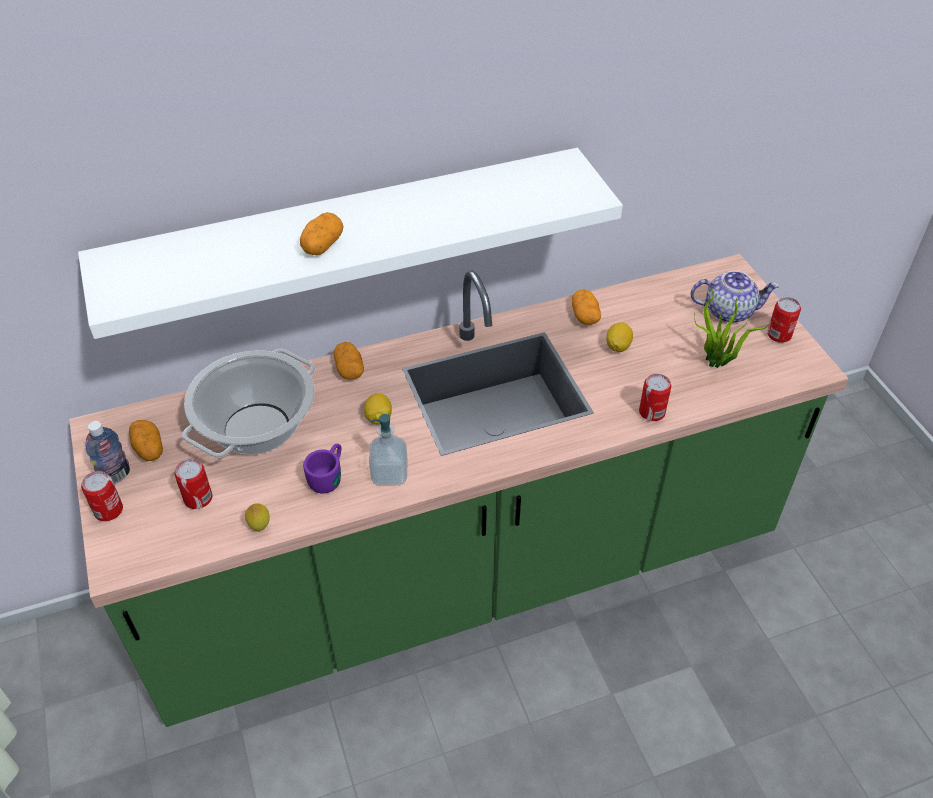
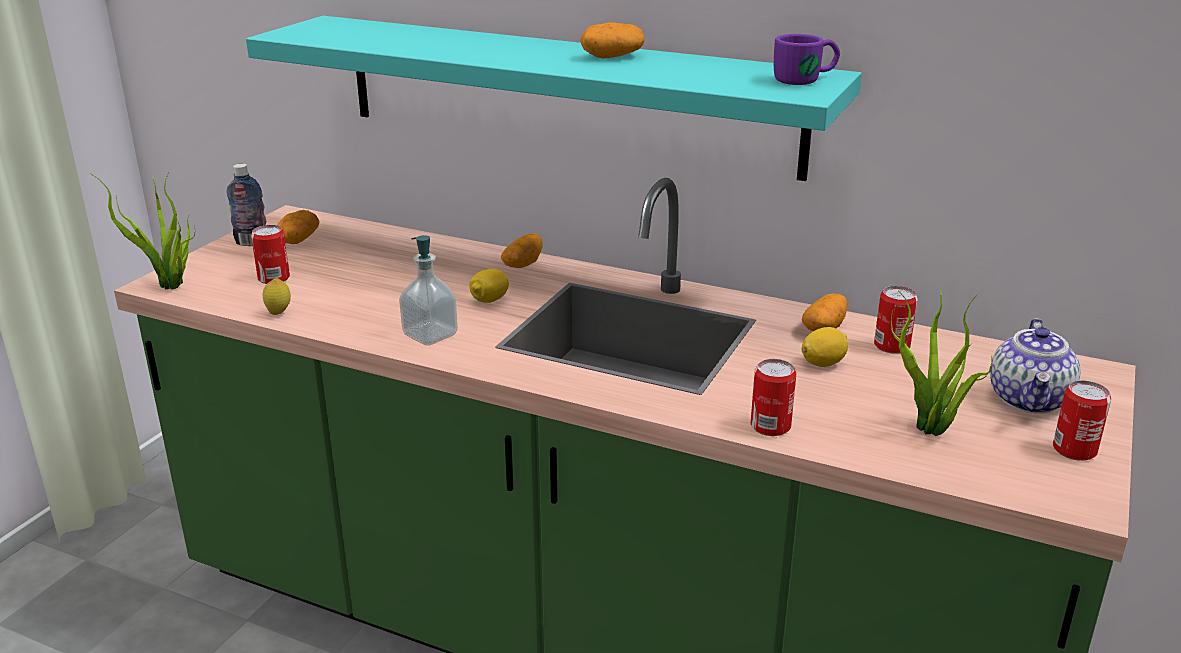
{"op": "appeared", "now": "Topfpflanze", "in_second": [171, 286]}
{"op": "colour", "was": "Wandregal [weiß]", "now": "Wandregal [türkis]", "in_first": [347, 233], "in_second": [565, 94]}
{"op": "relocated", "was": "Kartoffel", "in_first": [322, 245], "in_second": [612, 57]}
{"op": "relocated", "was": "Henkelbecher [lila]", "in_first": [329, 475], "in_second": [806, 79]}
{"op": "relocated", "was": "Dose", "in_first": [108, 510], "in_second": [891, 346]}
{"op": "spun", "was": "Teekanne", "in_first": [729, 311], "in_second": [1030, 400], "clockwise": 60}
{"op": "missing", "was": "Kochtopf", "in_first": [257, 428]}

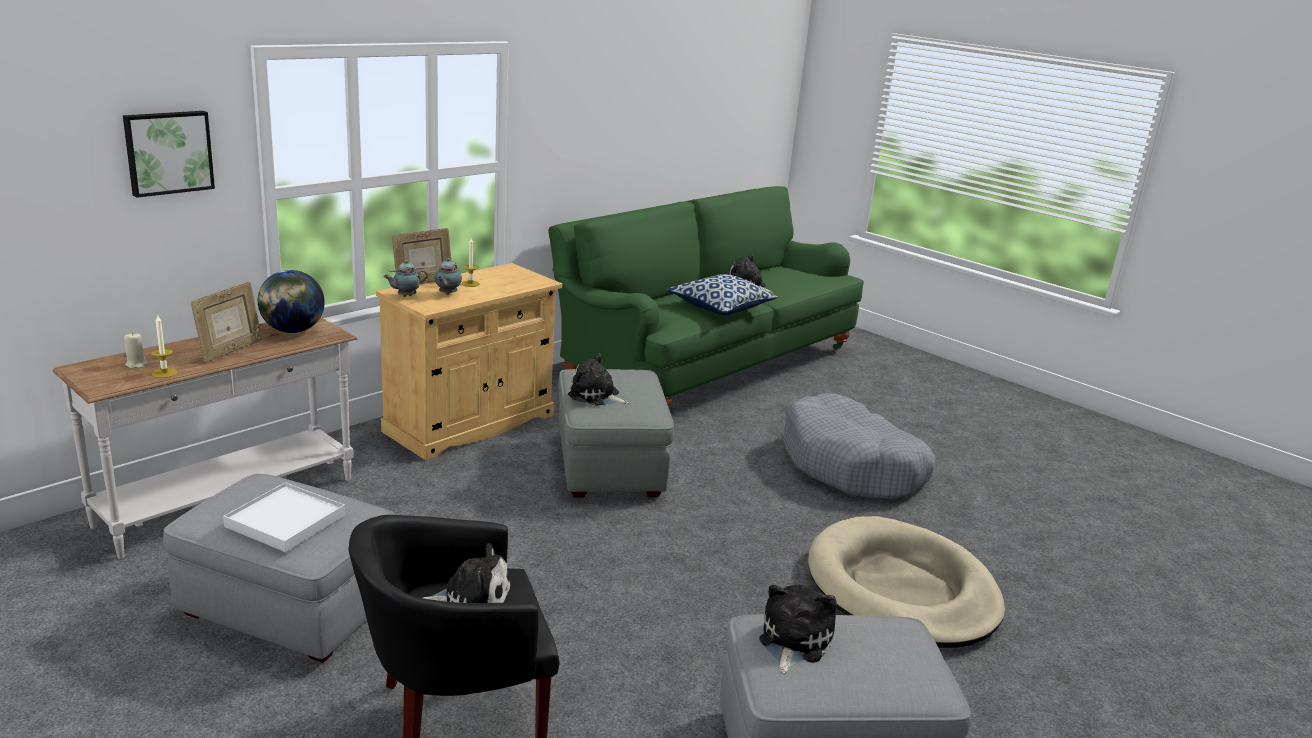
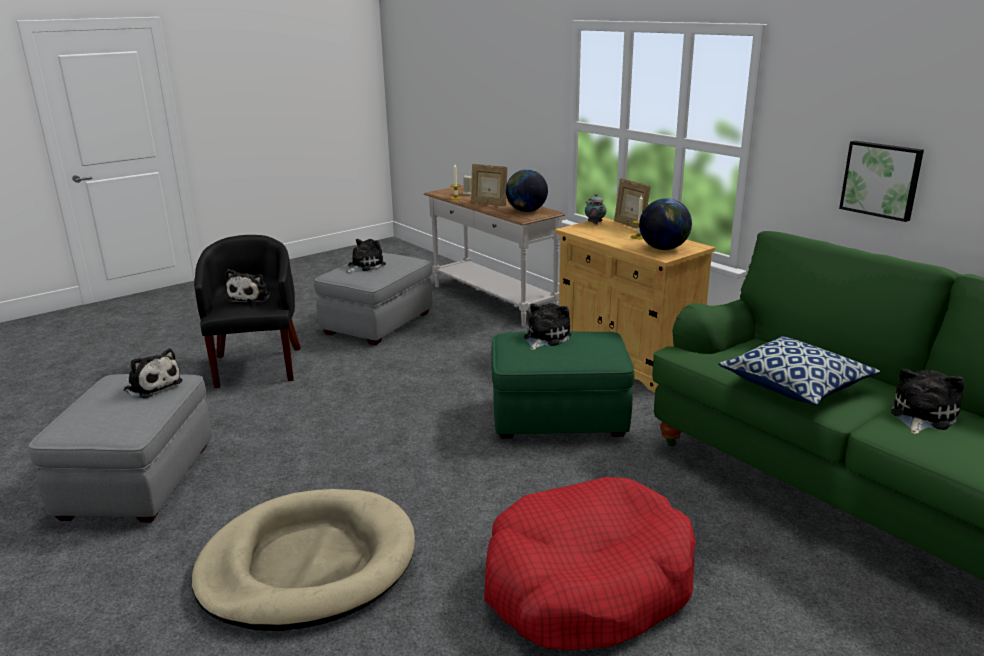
{"op": "exchanged", "was": "Tablett [weiß]", "now": "Plüschtier", "in_first": [285, 521], "in_second": [364, 266]}
{"op": "colour", "was": "Hundebett [grau]", "now": "Hundebett [rot]", "in_first": [851, 466], "in_second": [587, 584]}
{"op": "colour", "was": "Polsterhocker [grau]", "now": "Polsterhocker [grün]", "in_first": [609, 466], "in_second": [557, 417]}
{"op": "appeared", "now": "Globus", "in_second": [663, 248]}
{"op": "relocated", "was": "Bild", "in_first": [168, 152], "in_second": [881, 179]}
{"op": "missing", "was": "Teekanne", "in_first": [447, 294]}

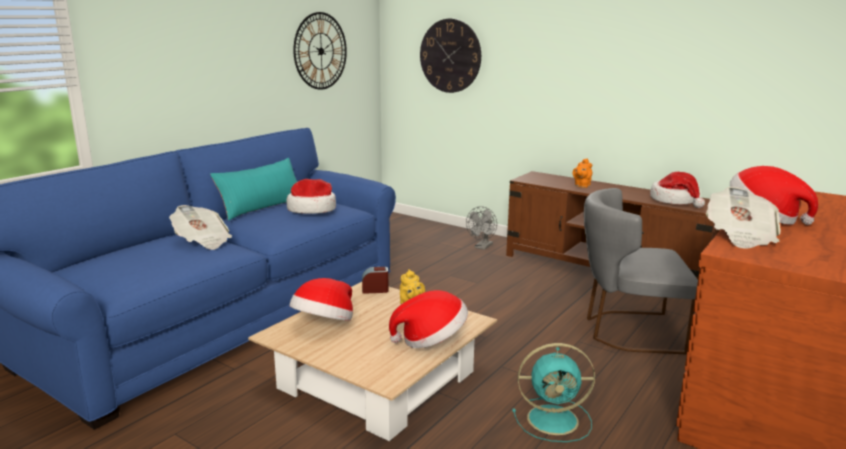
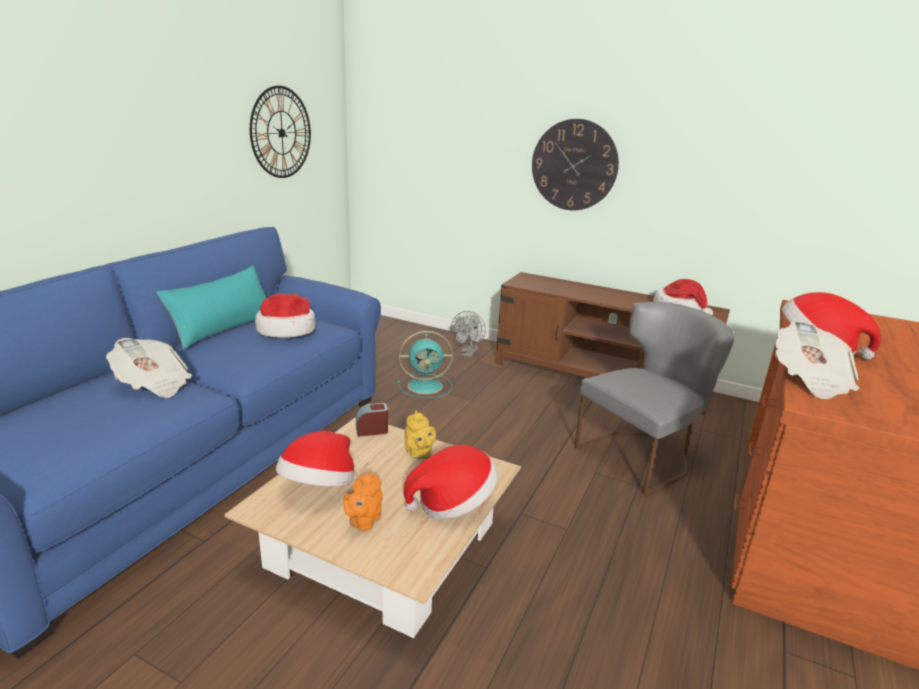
{"op": "relocated", "was": "Teekanne [orange]", "in_first": [581, 186], "in_second": [363, 522]}
{"op": "relocated", "was": "Ventilator [türkis]", "in_first": [555, 419], "in_second": [427, 386]}
{"op": "relocated", "was": "Wanduhr", "in_first": [450, 56], "in_second": [574, 165]}
{"op": "spun", "was": "Stuhl [grau]", "in_first": [627, 331], "in_second": [642, 456], "clockwise": 150}

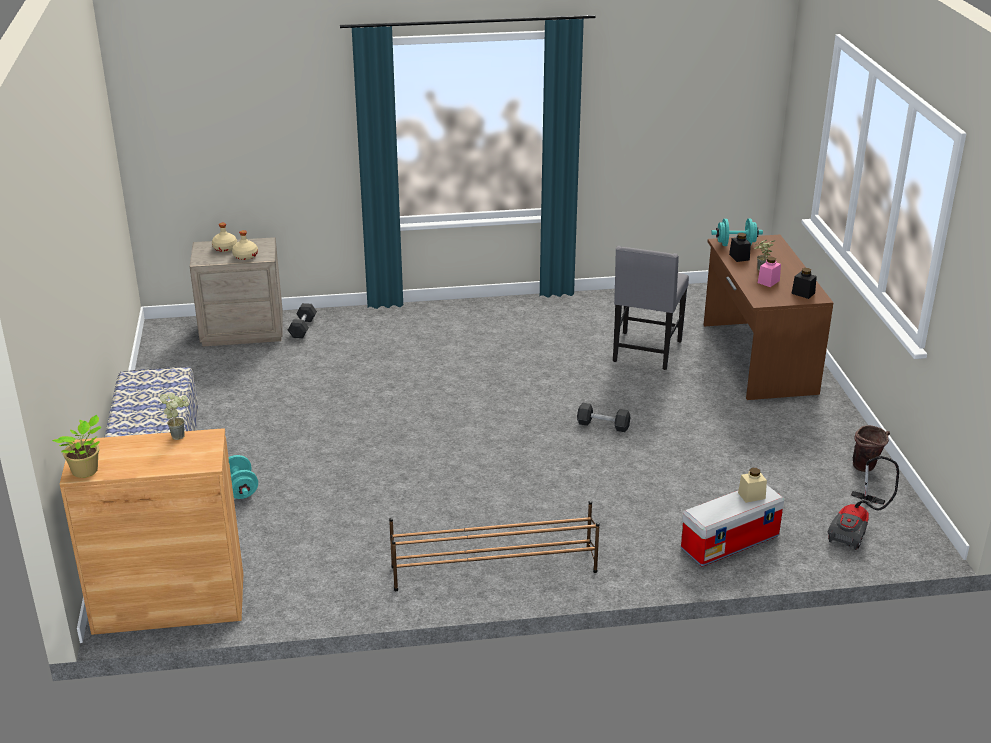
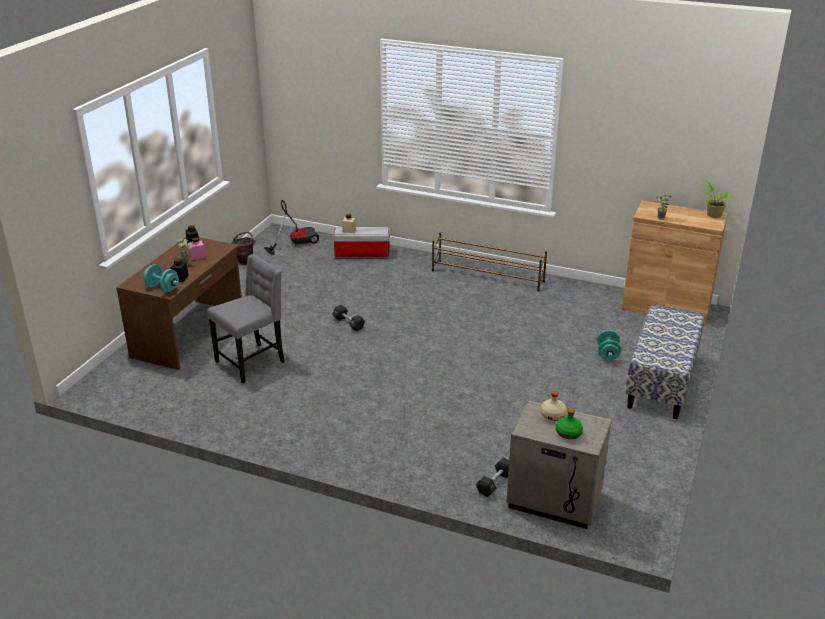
{"op": "colour", "was": "Flasche [beige]", "now": "Flasche [grün]", "in_first": [225, 248], "in_second": [568, 433]}

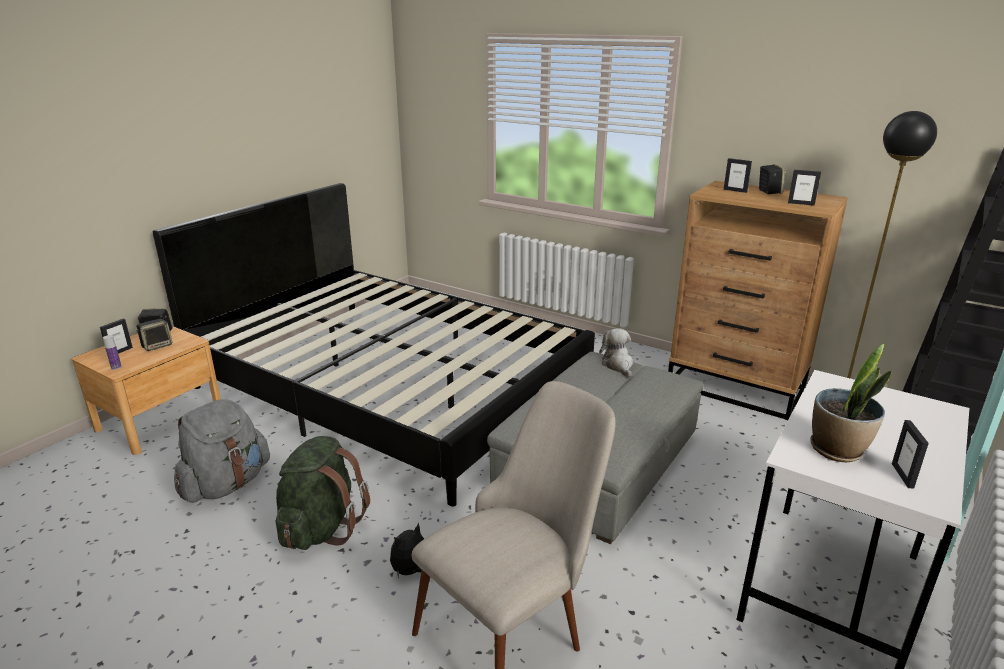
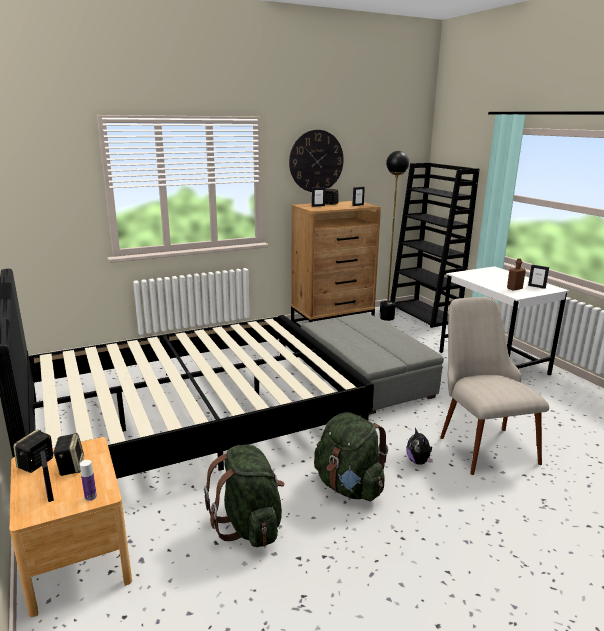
{"op": "colour", "was": "Rucksack [grau]", "now": "Rucksack [grün]", "in_first": [226, 484], "in_second": [249, 525]}
{"op": "appeared", "now": "Wanduhr", "in_second": [316, 161]}
{"op": "exchanged", "was": "Topfpflanze", "now": "Flasche [braun]", "in_first": [837, 450], "in_second": [514, 288]}
{"op": "missing", "was": "Plüschtier", "in_first": [618, 365]}

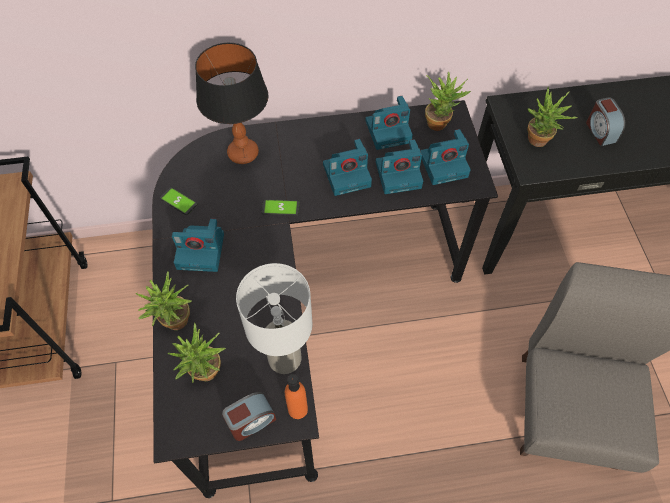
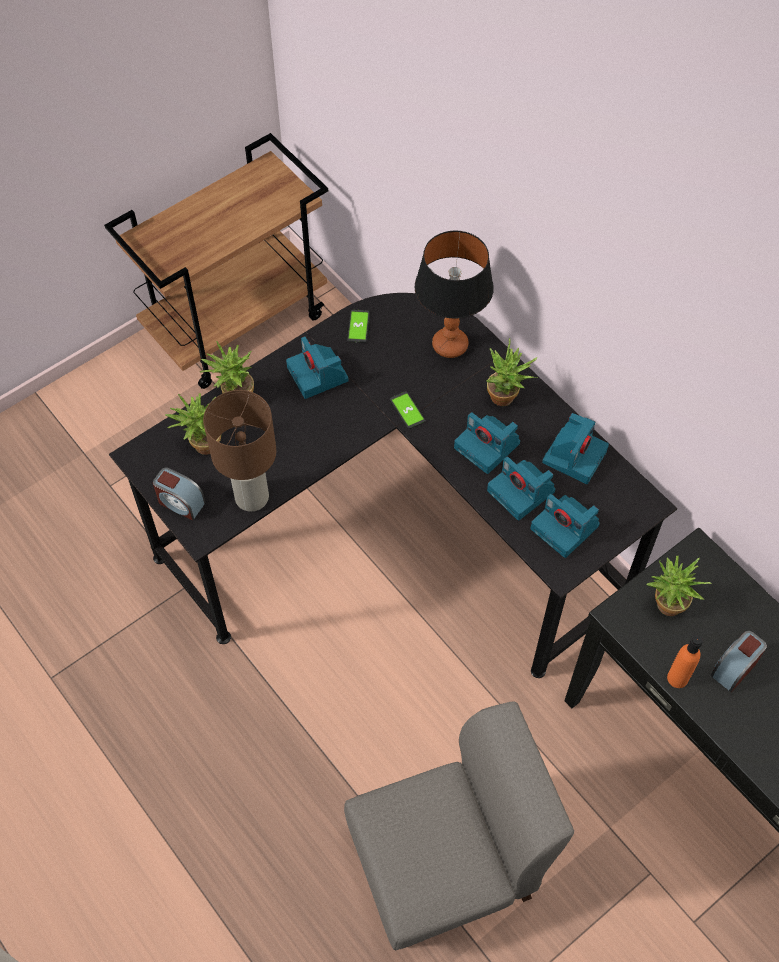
{"op": "colour", "was": "Tischlampe [weiß]", "now": "Tischlampe [braun]", "in_first": [285, 358], "in_second": [252, 498]}
{"op": "relocated", "was": "Topfpflanze", "in_first": [440, 122], "in_second": [506, 399]}
{"op": "spun", "was": "Kamera", "in_first": [389, 130], "in_second": [574, 455], "clockwise": -105}
{"op": "relocated", "was": "Flasche [orange]", "in_first": [297, 409], "in_second": [677, 678]}

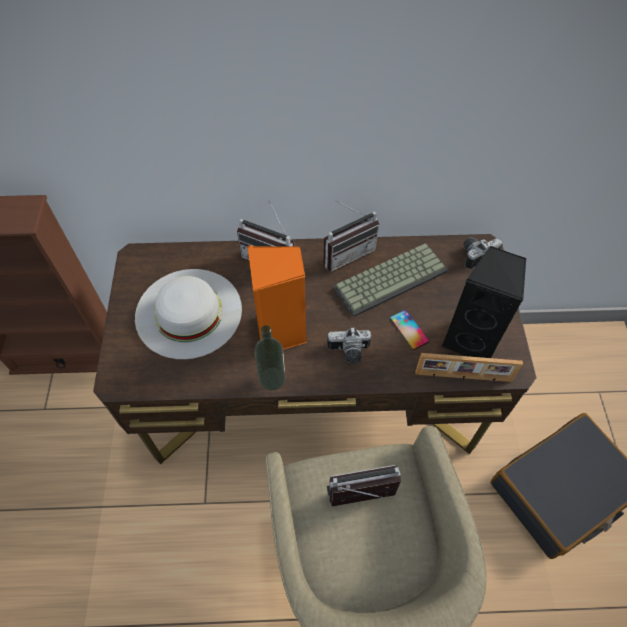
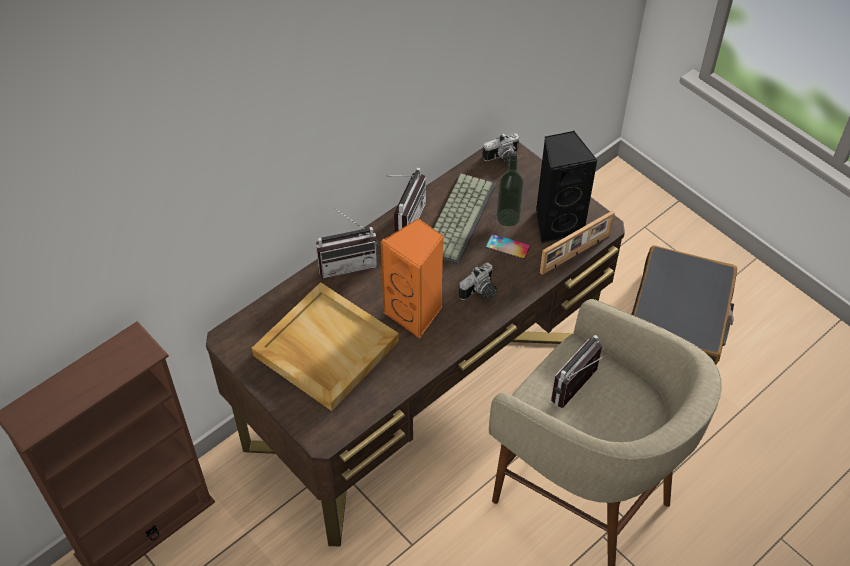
{"op": "exchanged", "was": "Hut [weiß]", "now": "Tablett [beige]", "in_first": [188, 312], "in_second": [324, 348]}
{"op": "spun", "was": "Kamera", "in_first": [476, 254], "in_second": [503, 159], "clockwise": -135}
{"op": "relocated", "was": "Flasche", "in_first": [272, 378], "in_second": [508, 217]}

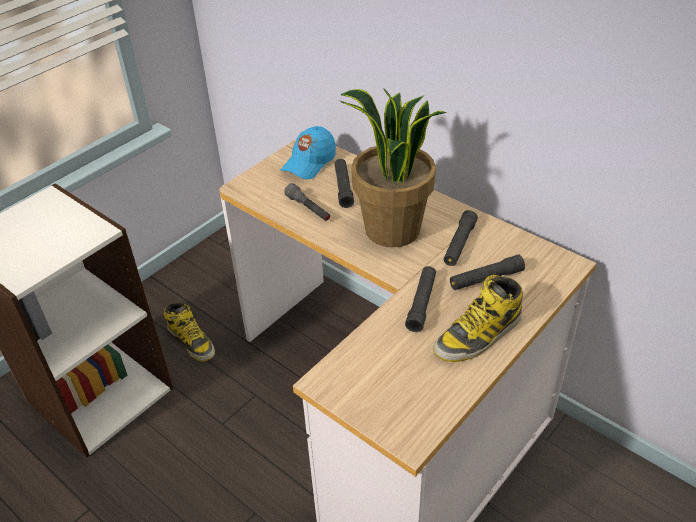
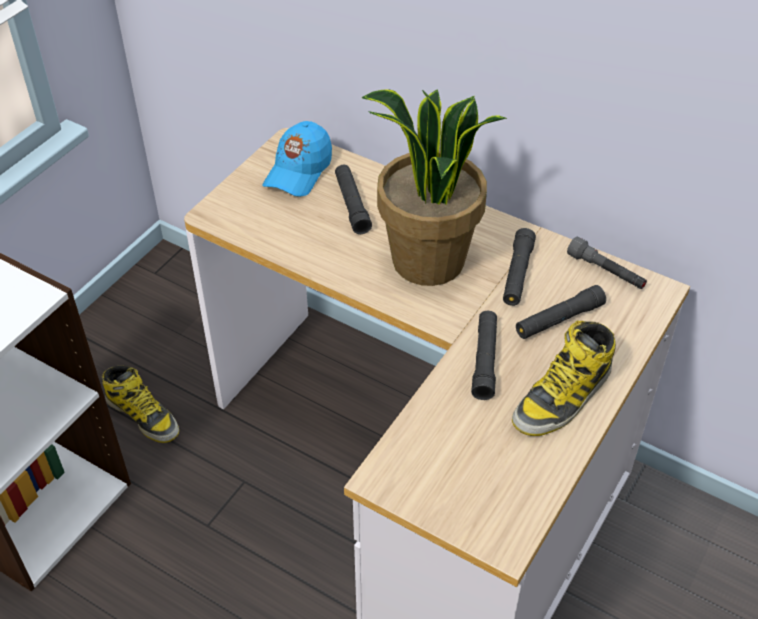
{"op": "relocated", "was": "Taschenlampe [grau]", "in_first": [308, 209], "in_second": [606, 272]}

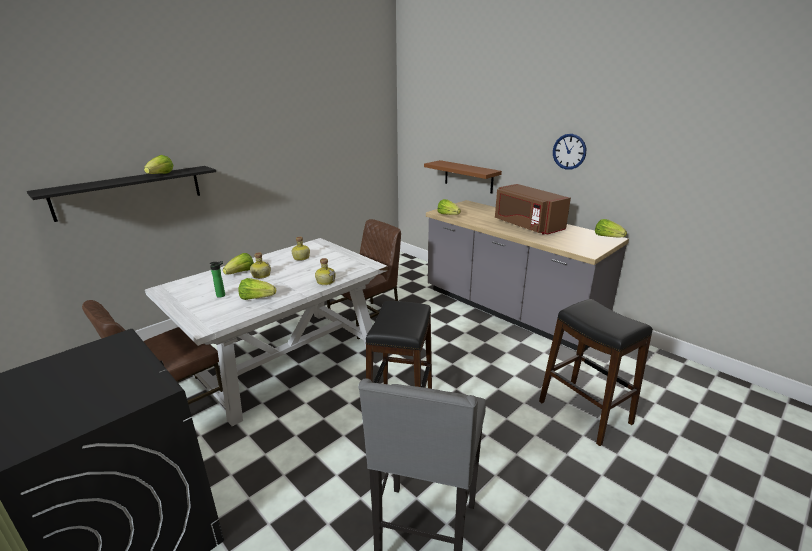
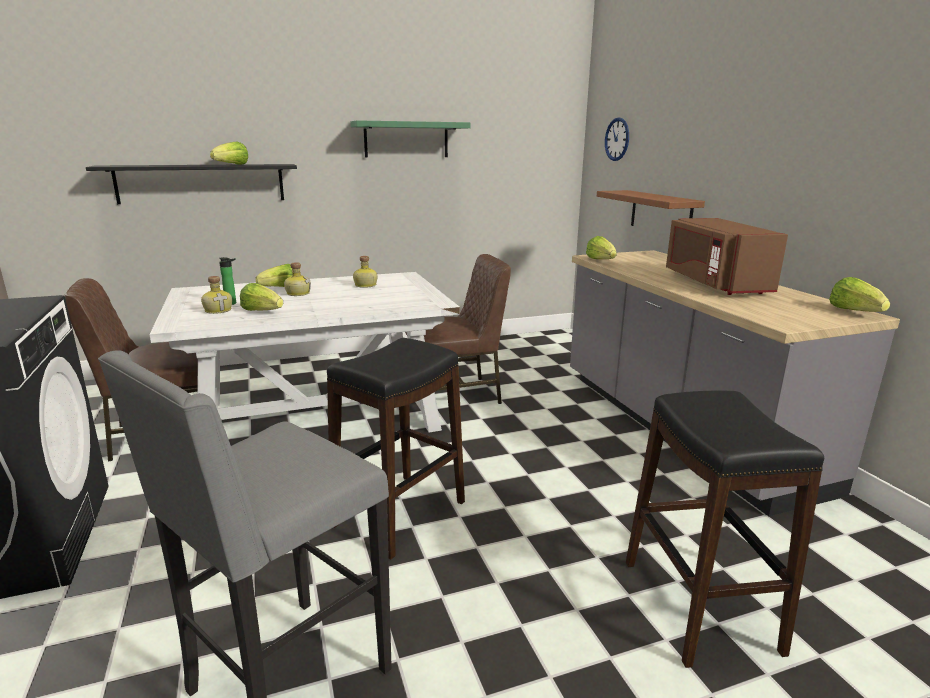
{"op": "relocated", "was": "Flasche", "in_first": [325, 281], "in_second": [218, 310]}
{"op": "appeared", "now": "Wandregal [grün]", "in_second": [406, 139]}
{"op": "relocated", "was": "Wanduhr", "in_first": [569, 151], "in_second": [617, 139]}

